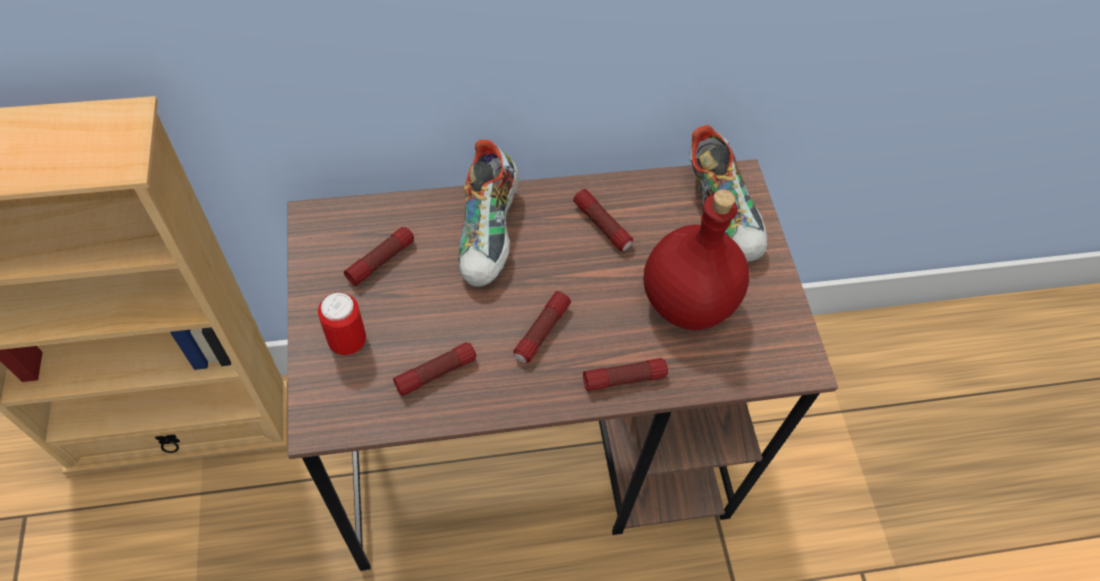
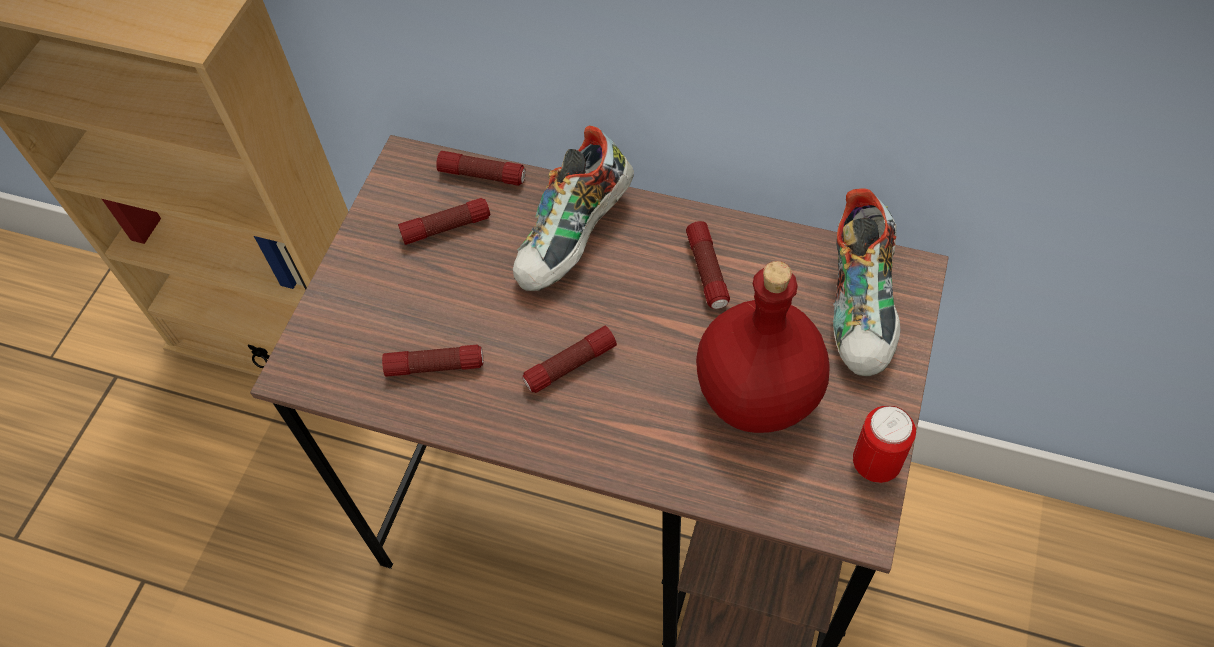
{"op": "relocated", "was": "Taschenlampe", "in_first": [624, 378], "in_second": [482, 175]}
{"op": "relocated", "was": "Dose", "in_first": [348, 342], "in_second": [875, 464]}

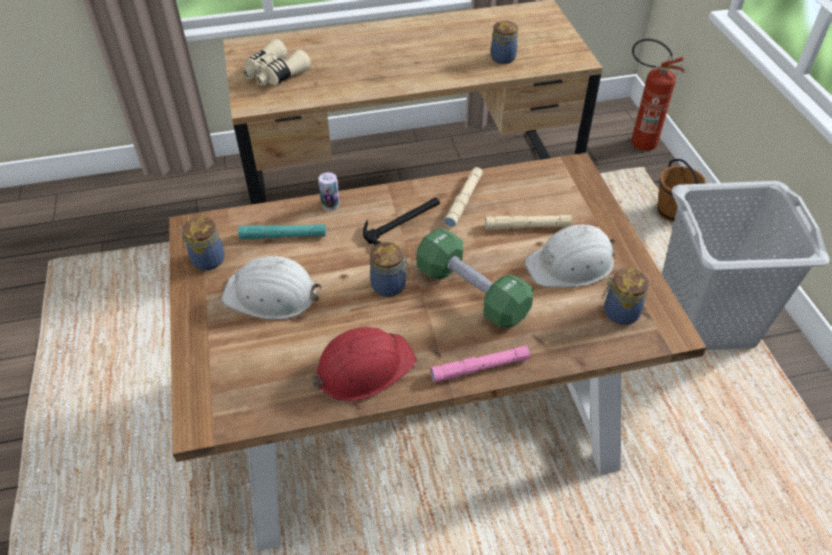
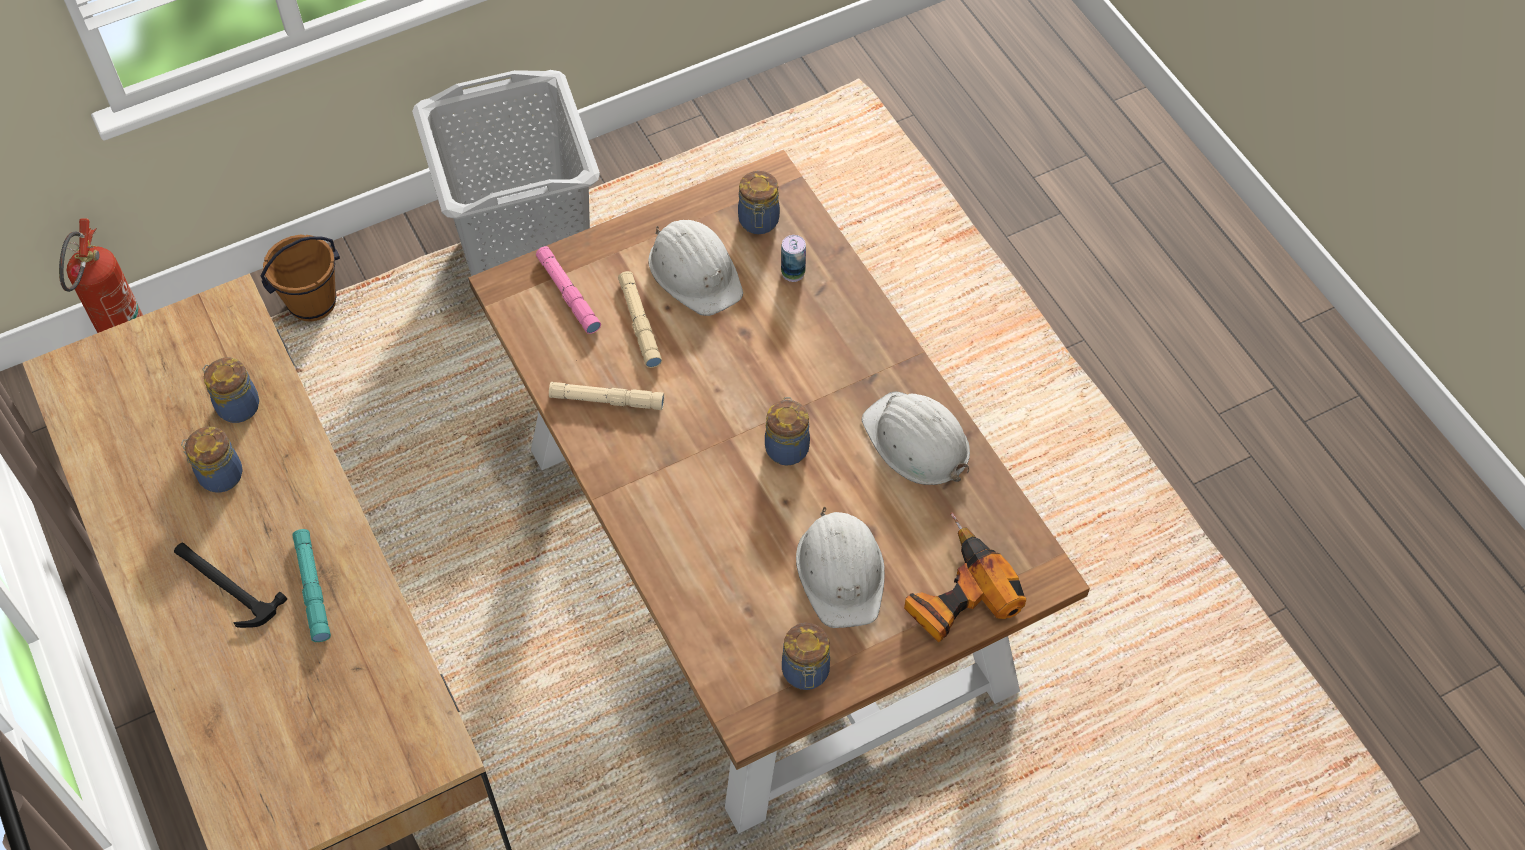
{"op": "relocated", "was": "Hammer", "in_first": [402, 221], "in_second": [224, 585]}
{"op": "appeared", "now": "Vorratsglas", "in_second": [219, 475]}
{"op": "relocated", "was": "Taschenlampe [türkis]", "in_first": [283, 236], "in_second": [312, 589]}
{"op": "relocated", "was": "Taschenlampe [rosa]", "in_first": [480, 367], "in_second": [568, 294]}
{"op": "relocated", "was": "Dose", "in_first": [330, 205], "in_second": [793, 272]}
{"op": "colour", "was": "Schutzhelm [rot]", "now": "Schutzhelm [weiß]", "in_first": [363, 368], "in_second": [916, 442]}
{"op": "appeared", "now": "Bohrmaschine", "in_second": [954, 592]}
{"op": "missing", "was": "Fernglas [beige]", "in_first": [274, 74]}
{"op": "missing", "was": "Hantel [grün]", "in_first": [471, 292]}

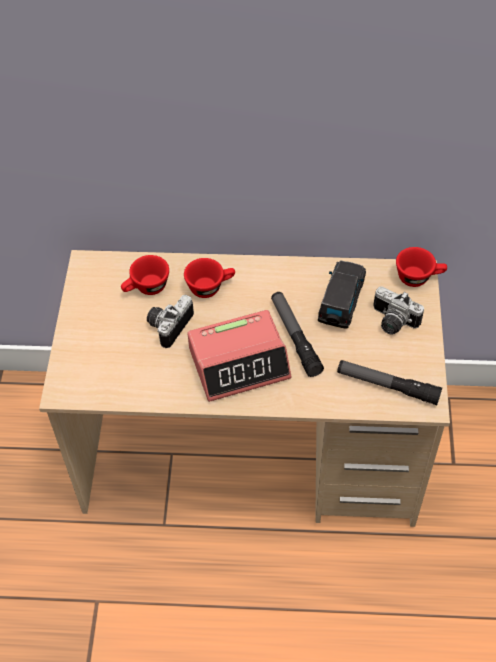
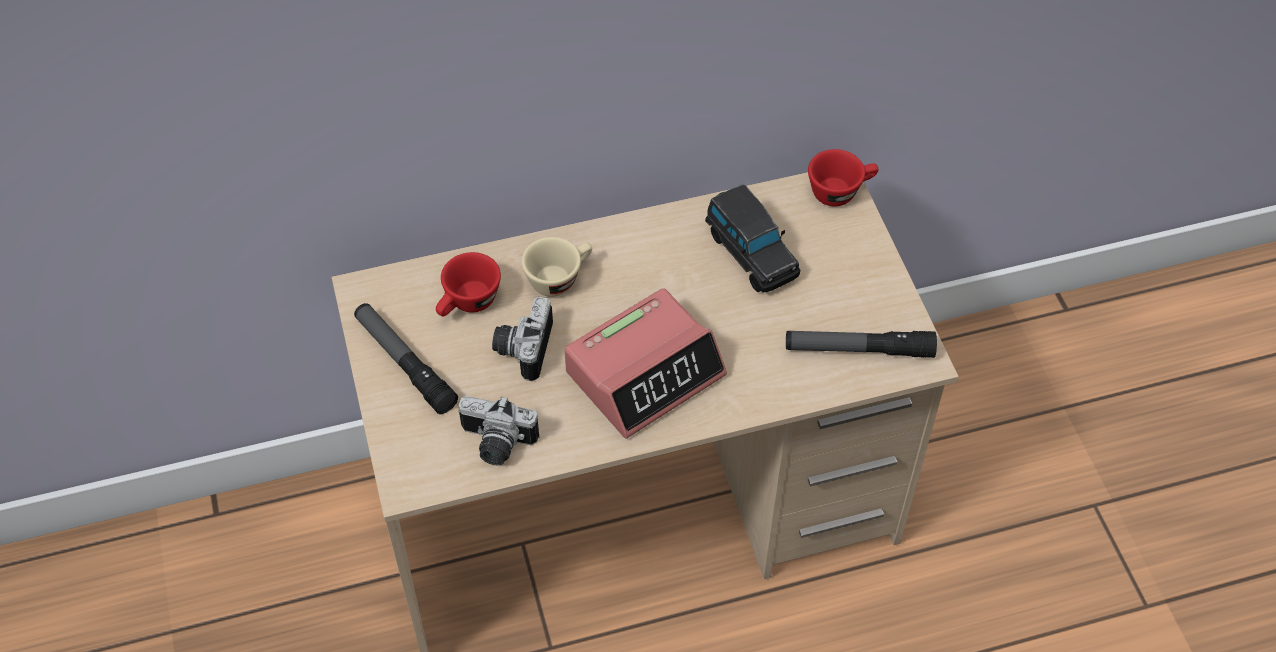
{"op": "relocated", "was": "Taschenlampe", "in_first": [295, 337], "in_second": [405, 363]}
{"op": "relocated", "was": "Kamera", "in_first": [392, 322], "in_second": [495, 444]}
{"op": "colour", "was": "Tasse [rot]", "now": "Tasse [beige]", "in_first": [210, 286], "in_second": [559, 277]}
{"op": "spun", "was": "Spielzeugauto [schwarz]", "in_first": [341, 302], "in_second": [750, 252], "clockwise": 150}

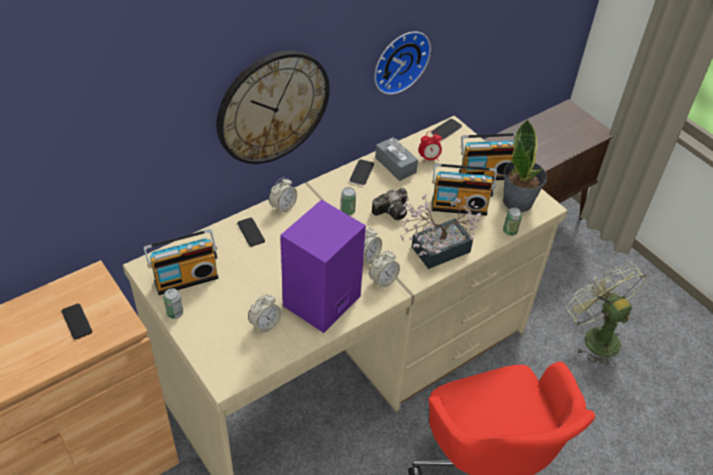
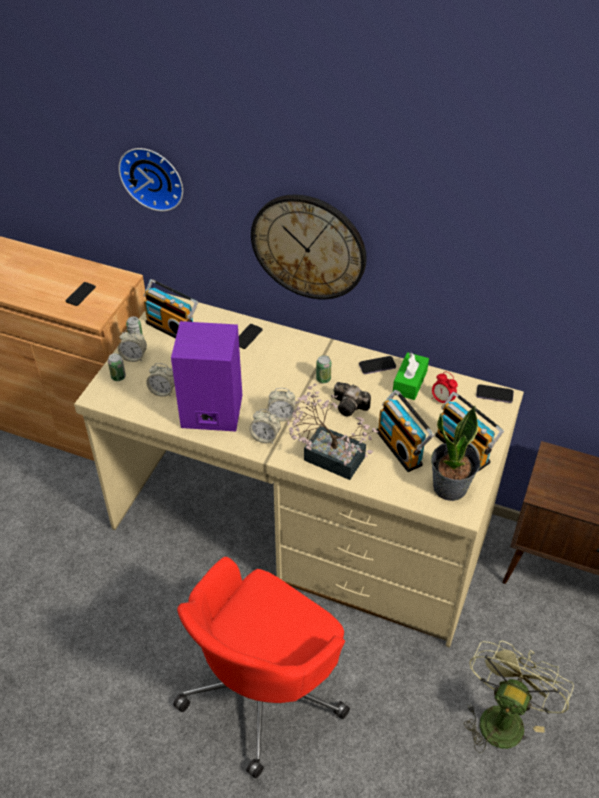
{"op": "relocated", "was": "Dose", "in_first": [510, 231], "in_second": [118, 377]}
{"op": "relocated", "was": "Wanduhr", "in_first": [399, 60], "in_second": [153, 177]}
{"op": "relocated", "was": "Wecker", "in_first": [283, 206], "in_second": [134, 357]}
{"op": "colour", "was": "Taschentuchbox [grau]", "now": "Taschentuchbox [grün]", "in_first": [395, 165], "in_second": [410, 382]}

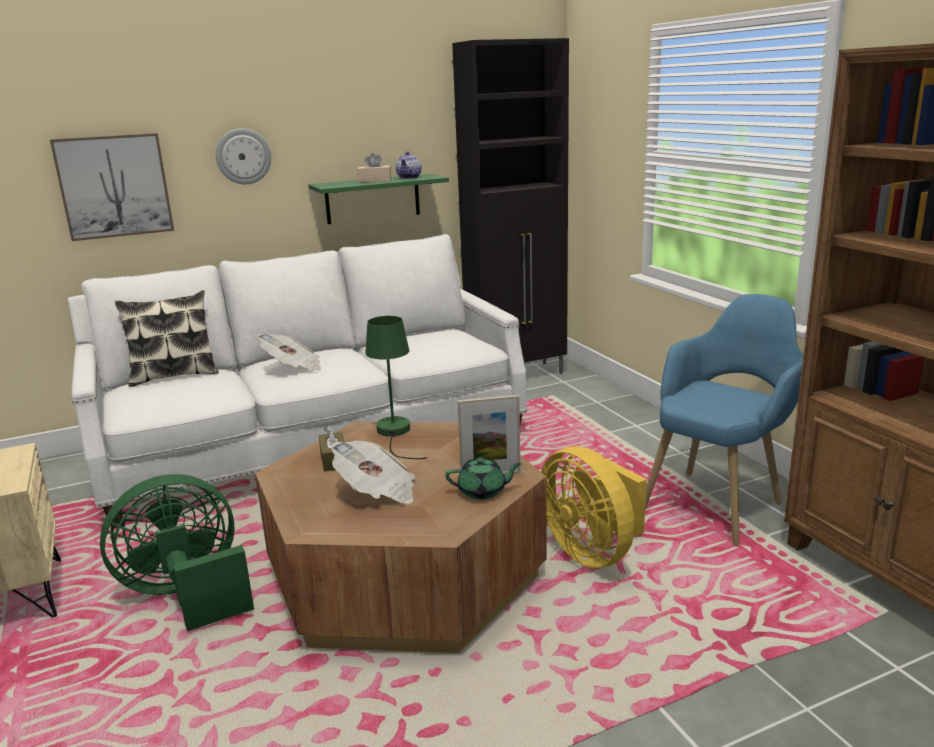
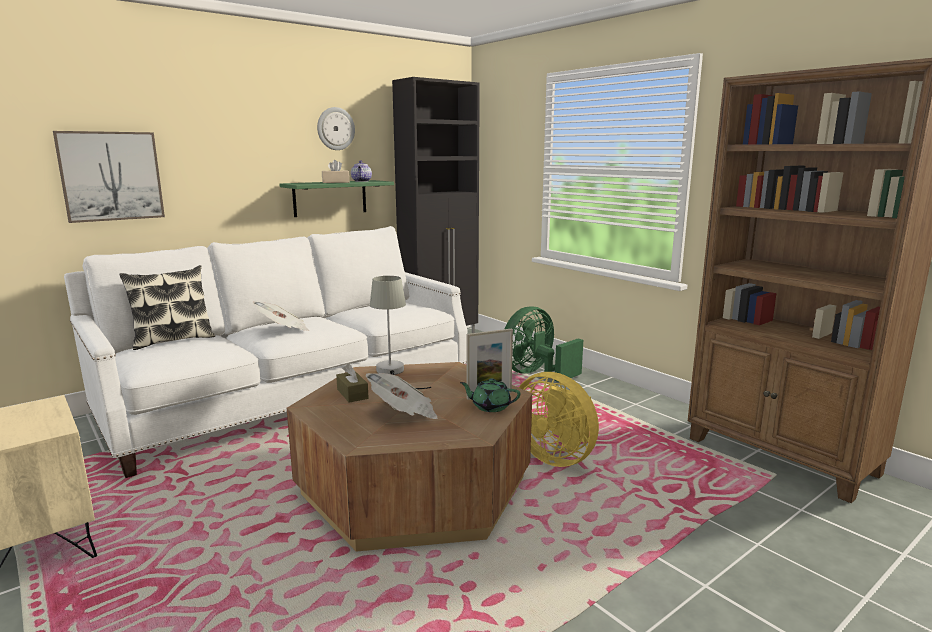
{"op": "relocated", "was": "Wanduhr", "in_first": [243, 156], "in_second": [335, 128]}
{"op": "colour", "was": "Tischlampe [grün]", "now": "Tischlampe [grau]", "in_first": [395, 433], "in_second": [393, 373]}
{"op": "spun", "was": "Teekanne [grün]", "in_first": [483, 492], "in_second": [490, 407], "clockwise": -150}
{"op": "relocated", "was": "Ventilator [grün]", "in_first": [187, 595], "in_second": [536, 373]}
{"op": "missing", "was": "Sessel [blau]", "in_first": [719, 500]}

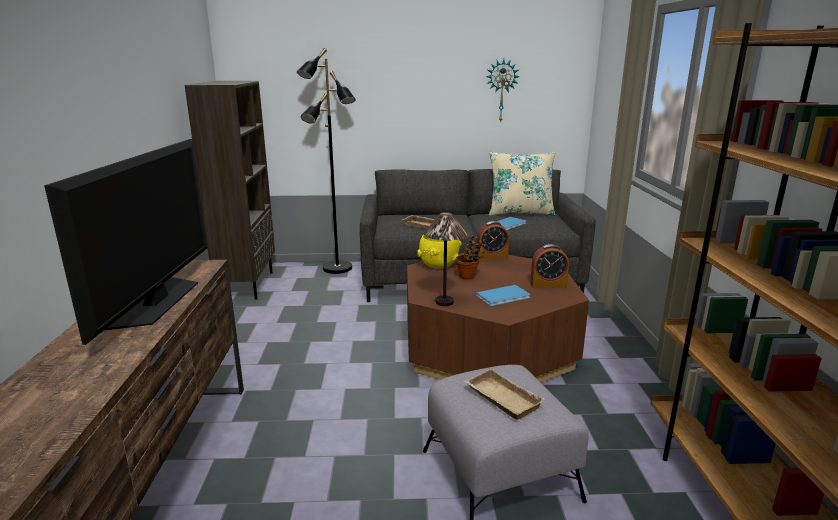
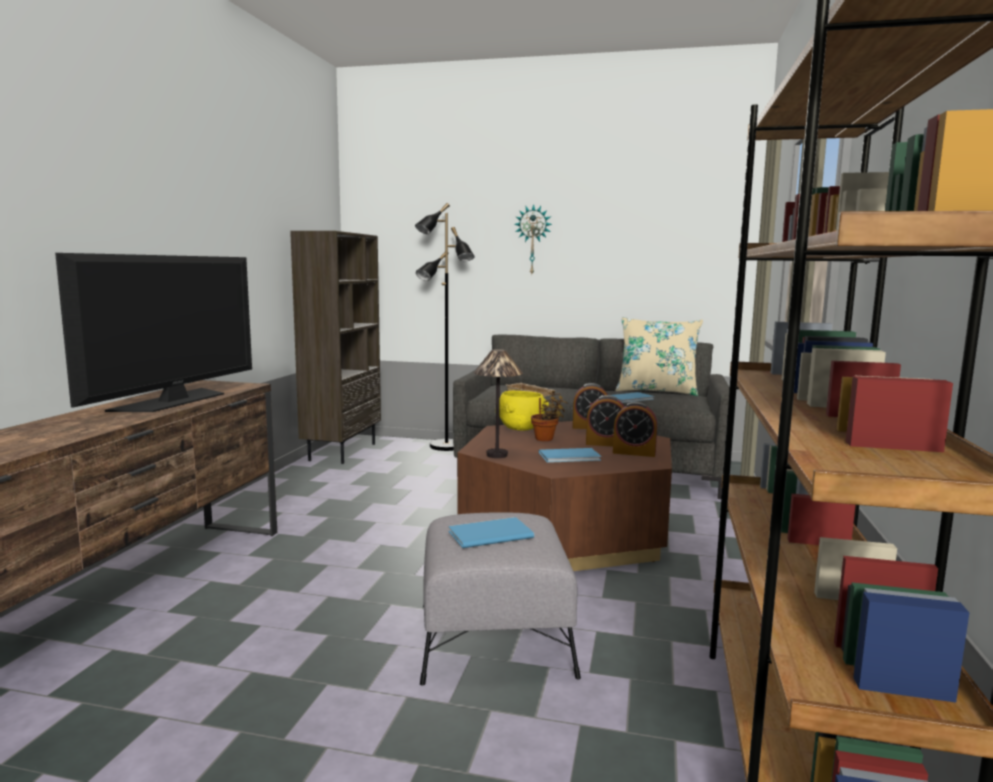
{"op": "exchanged", "was": "Tablett [beige]", "now": "Buch [blau]", "in_first": [500, 398], "in_second": [488, 534]}
{"op": "relocated", "was": "Wanduhr", "in_first": [501, 90], "in_second": [533, 240]}
{"op": "appeared", "now": "Wecker", "in_second": [606, 443]}

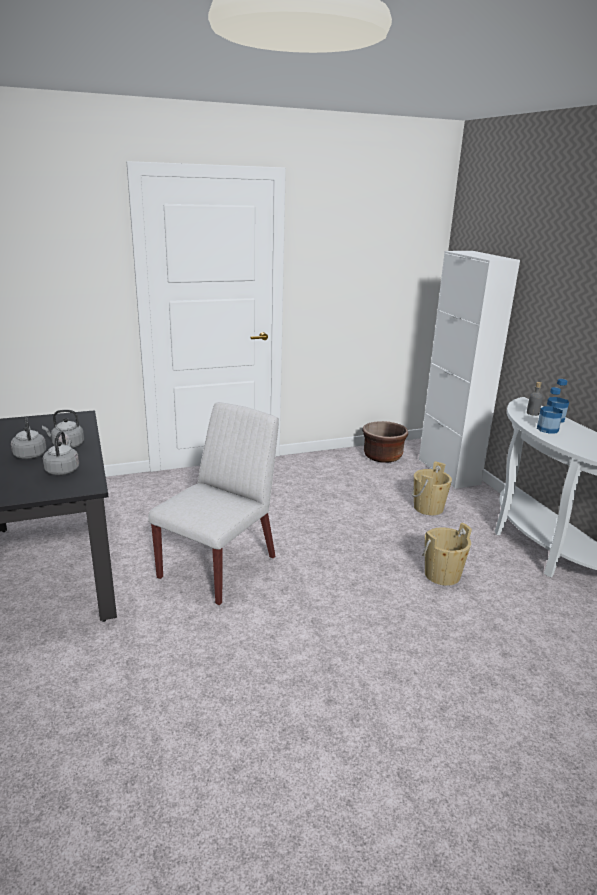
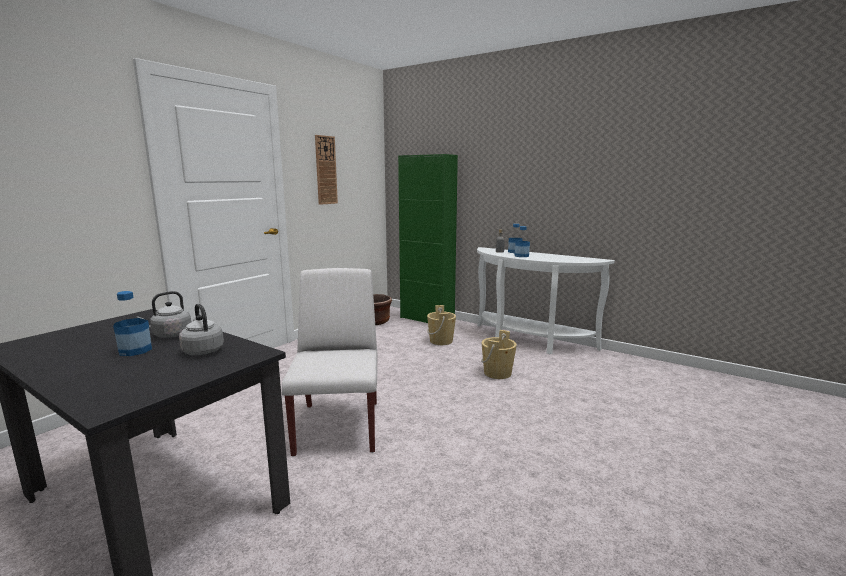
{"op": "exchanged", "was": "Wasserkessel [grau]", "now": "Flasche", "in_first": [30, 454], "in_second": [135, 350]}
{"op": "appeared", "now": "Wanduhr", "in_second": [326, 170]}
{"op": "colour", "was": "Schrank [weiß]", "now": "Schrank [grün]", "in_first": [448, 471], "in_second": [427, 319]}

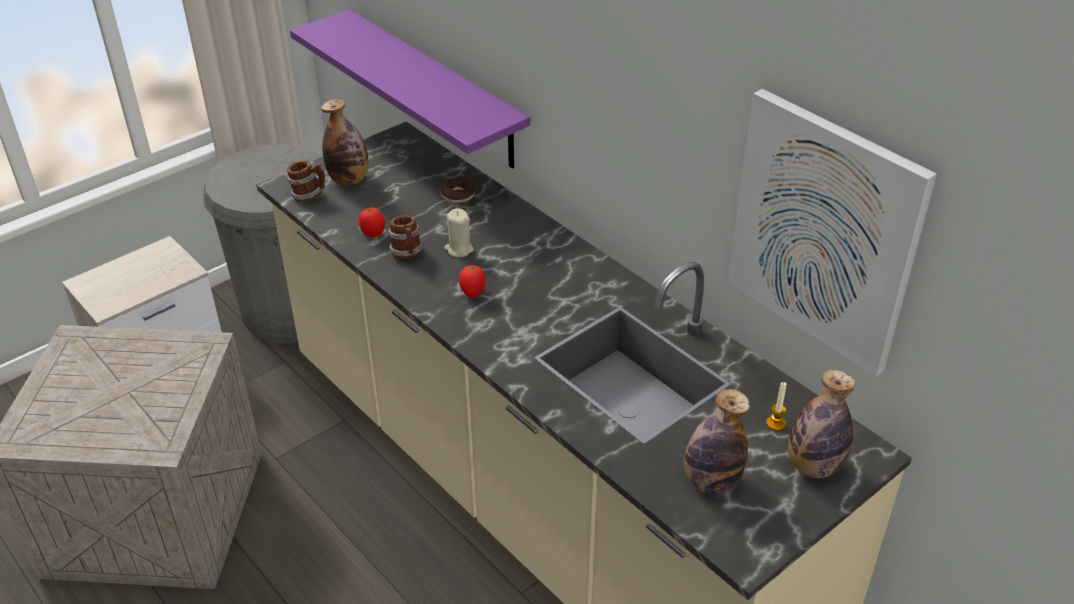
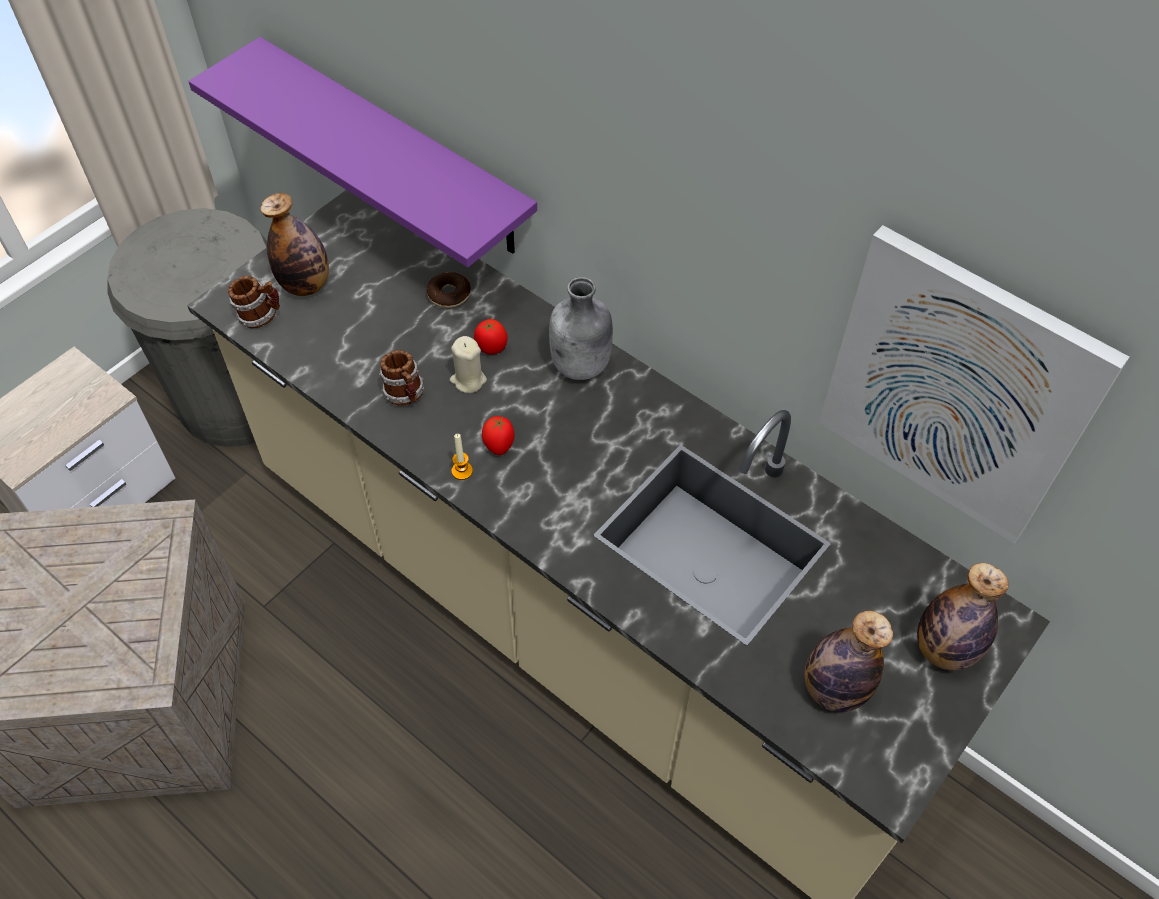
{"op": "relocated", "was": "Kerze", "in_first": [776, 423], "in_second": [462, 471]}
{"op": "relocated", "was": "Tomate", "in_first": [372, 233], "in_second": [491, 348]}
{"op": "appeared", "now": "Flasche [grau]", "in_second": [581, 366]}

